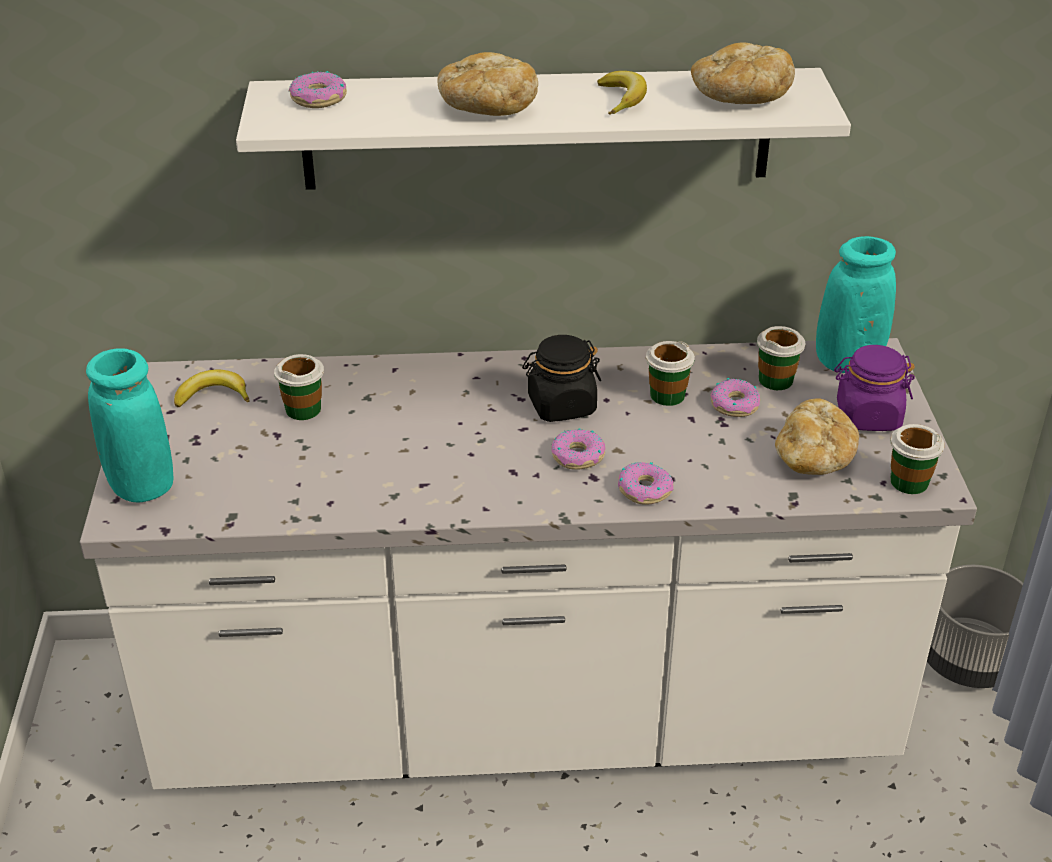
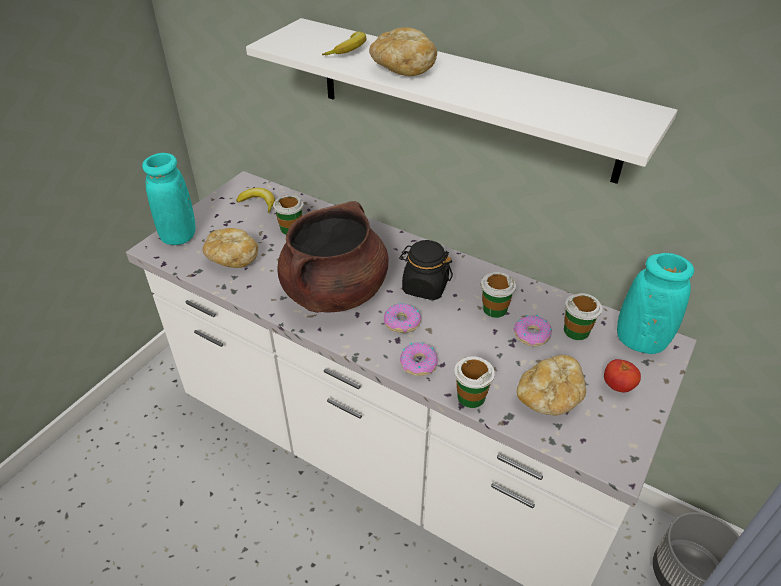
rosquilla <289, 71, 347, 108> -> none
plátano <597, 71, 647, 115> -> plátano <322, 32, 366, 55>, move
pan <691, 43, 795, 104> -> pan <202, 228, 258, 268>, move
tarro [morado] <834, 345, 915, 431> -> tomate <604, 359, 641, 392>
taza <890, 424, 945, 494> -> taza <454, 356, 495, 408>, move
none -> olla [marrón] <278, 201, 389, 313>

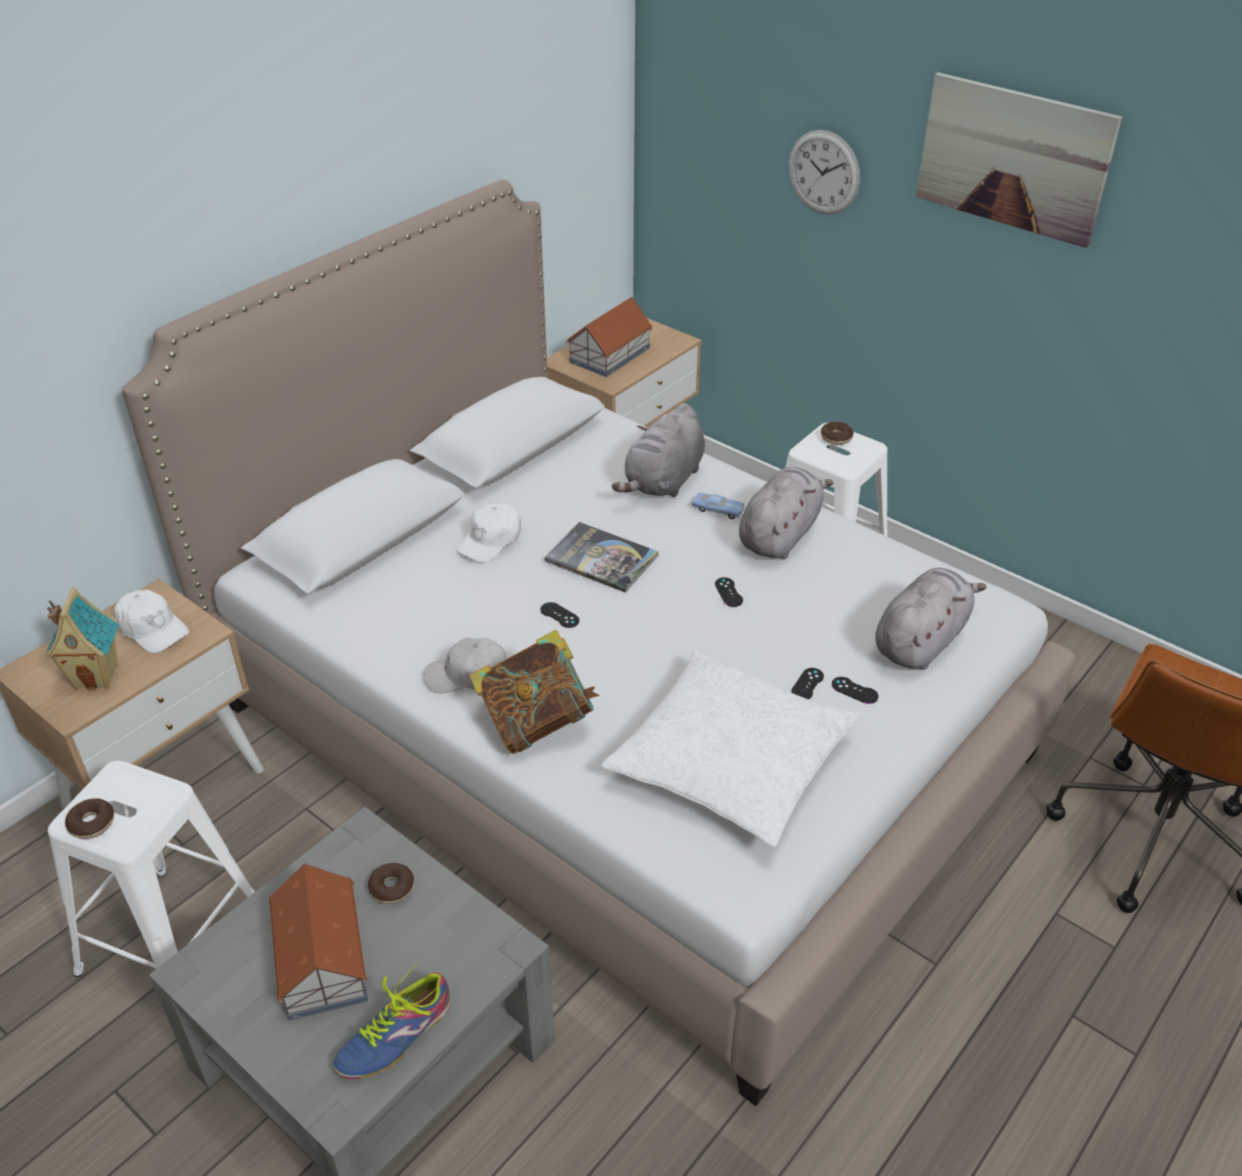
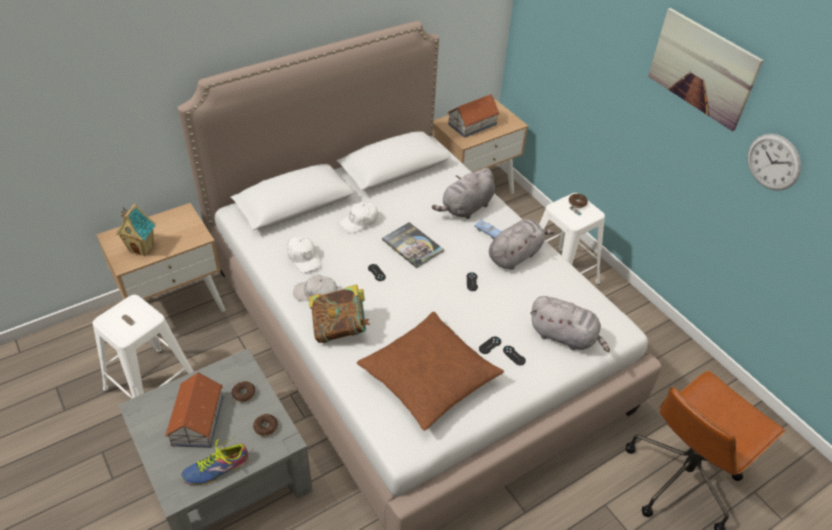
rosquilla <65, 799, 114, 839> -> rosquilla <253, 414, 278, 437>, move
gorra [blanco] <114, 590, 189, 653> -> gorra [blanco] <287, 236, 322, 273>, move
cojín [blanco] <601, 650, 860, 847> -> cojín [marrón] <357, 312, 504, 431>
reloj de pared <789, 130, 860, 214> -> reloj de pared <748, 133, 801, 191>, move
peluche [gris] <875, 568, 987, 670> -> peluche [gris] <531, 296, 610, 352>, 60 degrees clockwise

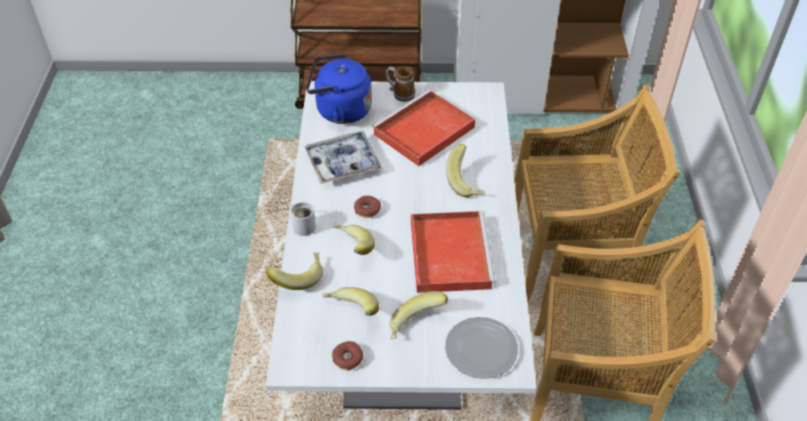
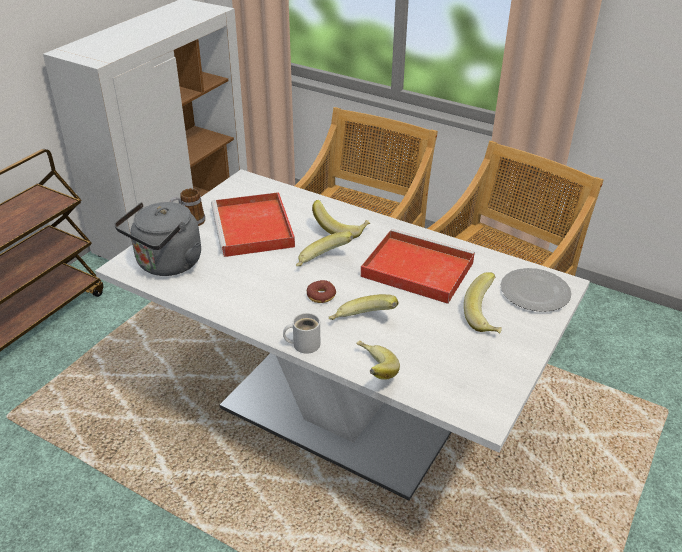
bandeja <305, 131, 382, 184> -> none
hervidor [azul] <306, 54, 372, 124> -> hervidor [gris] <114, 202, 201, 276>
plátano <322, 287, 379, 316> -> plátano <296, 231, 354, 266>, move
rosquilla <332, 341, 363, 370> -> none

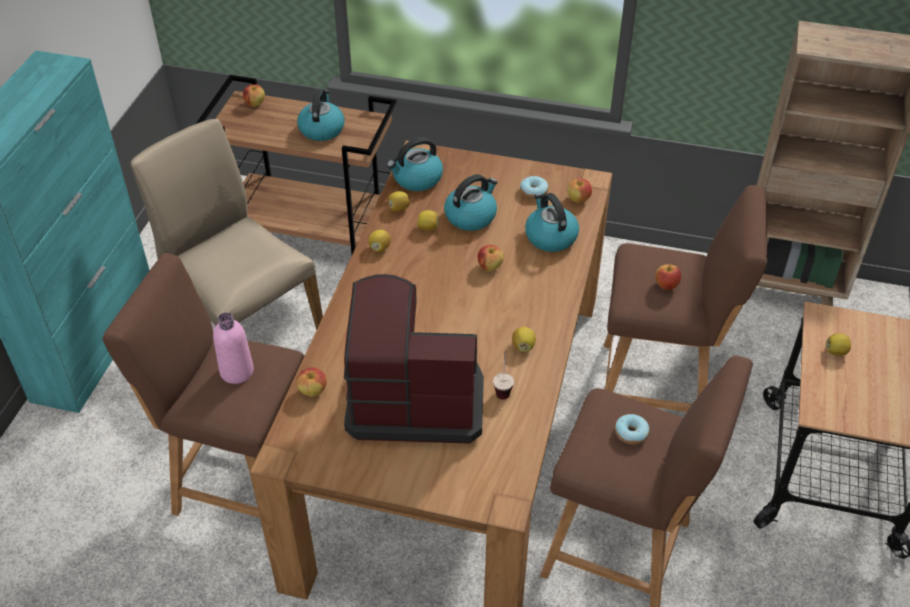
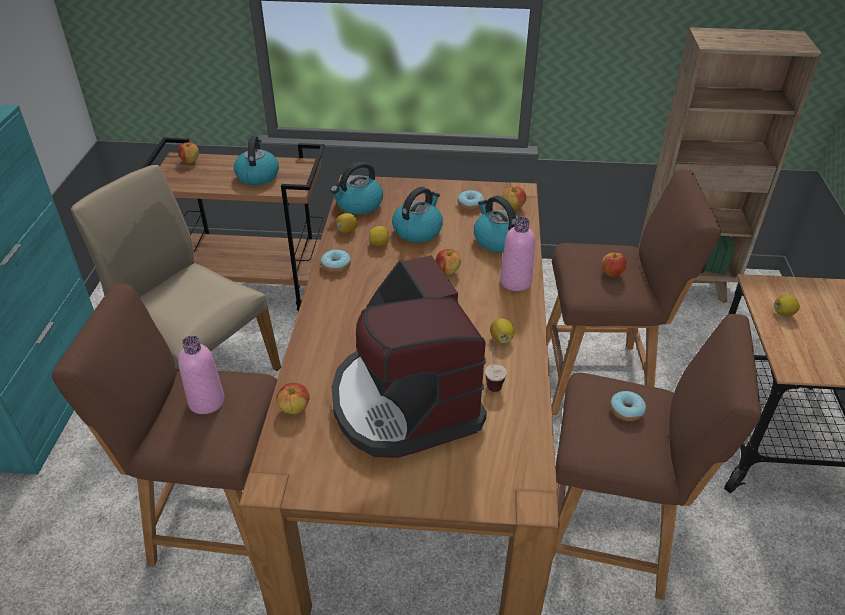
cafetera <344, 274, 484, 444> -> cafetera <332, 255, 487, 458>, 105 degrees counterclockwise
limón <368, 230, 391, 252> -> rosquilla <321, 249, 351, 273>
none -> botella [rosa] <500, 217, 535, 291>

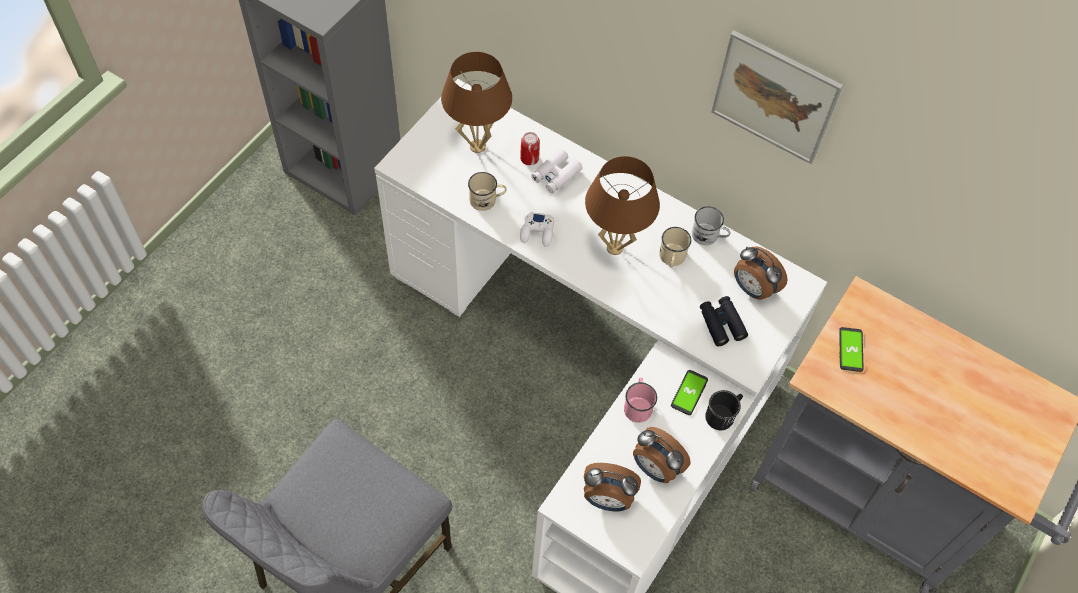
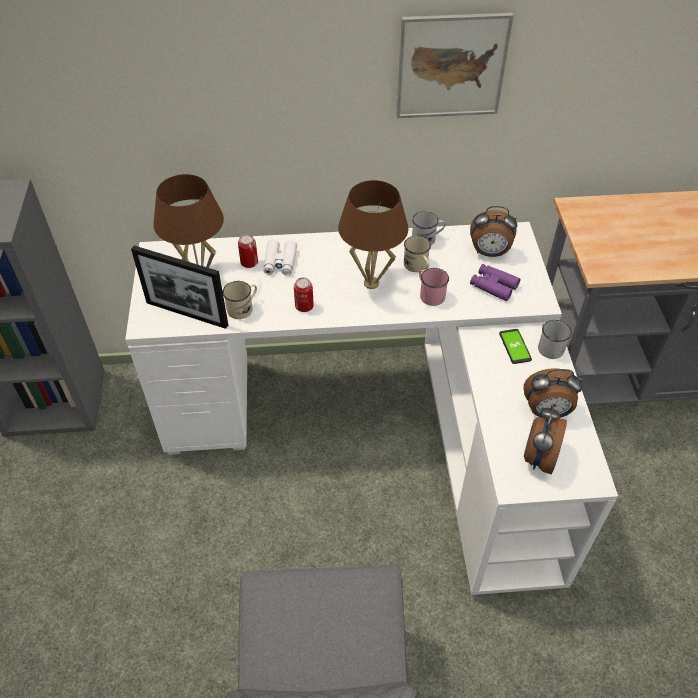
mando de consola [blanco] <520, 211, 554, 247> -> lata <294, 277, 314, 312>
despertador <584, 463, 641, 511> -> despertador <524, 405, 567, 474>, 135 degrees clockwise
taza grande [rosa] <624, 378, 657, 423> -> taza grande [rosa] <419, 268, 449, 306>, move
prismáticos [negro] <700, 296, 748, 346> -> prismáticos [morado] <470, 264, 520, 301>
taza grande [negro] <705, 390, 743, 430> -> taza grande [blanco] <538, 319, 572, 359>
móvil <839, 327, 864, 372> -> none
none -> portarretratos <131, 246, 228, 329>

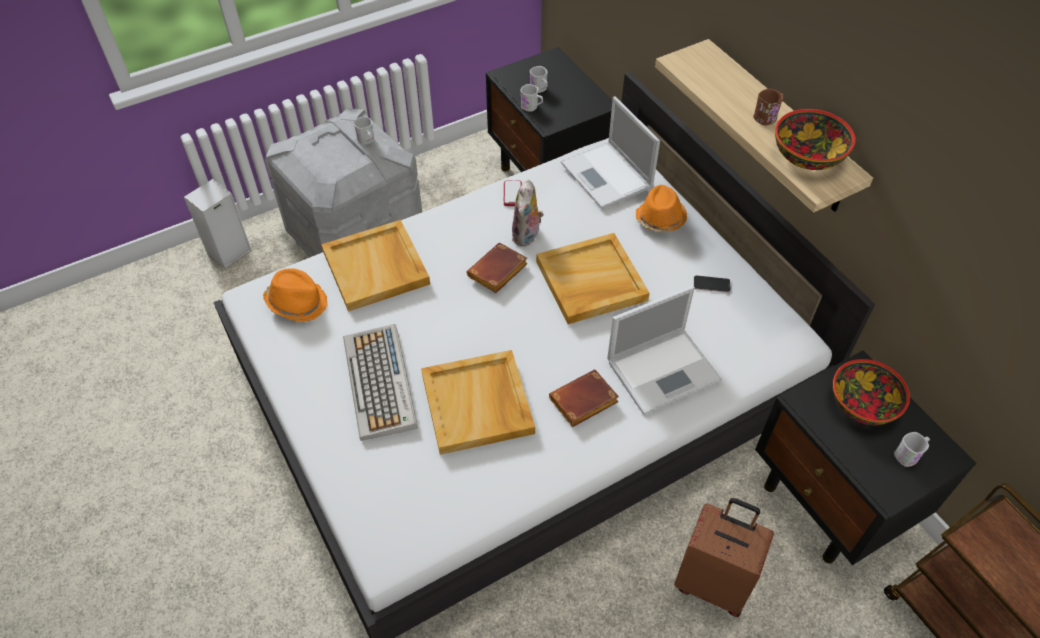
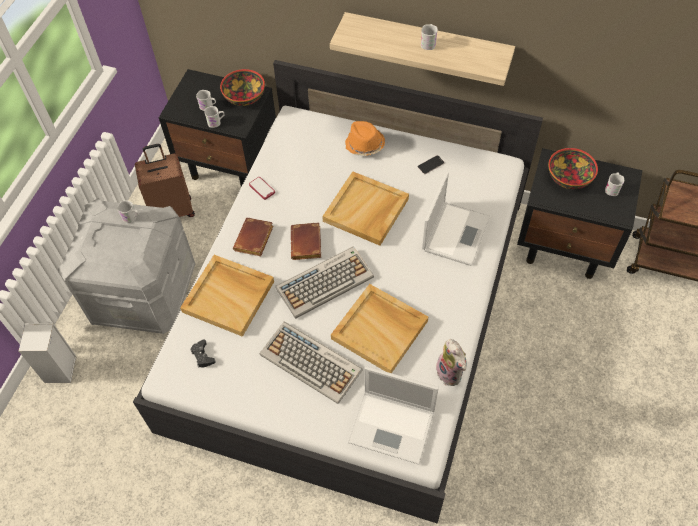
sombrero [naranja] <263, 268, 328, 322> -> mando de consola [negro] <190, 339, 216, 368>
peluche <512, 180, 544, 247> -> peluche <436, 339, 467, 386>, move
libro [marrón] <549, 369, 619, 427> -> libro [marrón] <233, 217, 273, 256>, move
portátil <561, 96, 660, 209> -> portátil <348, 366, 439, 465>, move
maleta [marrón] <674, 498, 774, 617> -> maleta [marrón] <135, 144, 195, 217>, move
taza grande [marrón] <753, 88, 784, 125> -> taza grande [blanco] <421, 24, 438, 50>
cuenco <775, 109, 856, 170> -> cuenco <220, 69, 265, 106>, move
none -> teclado <276, 246, 374, 319>

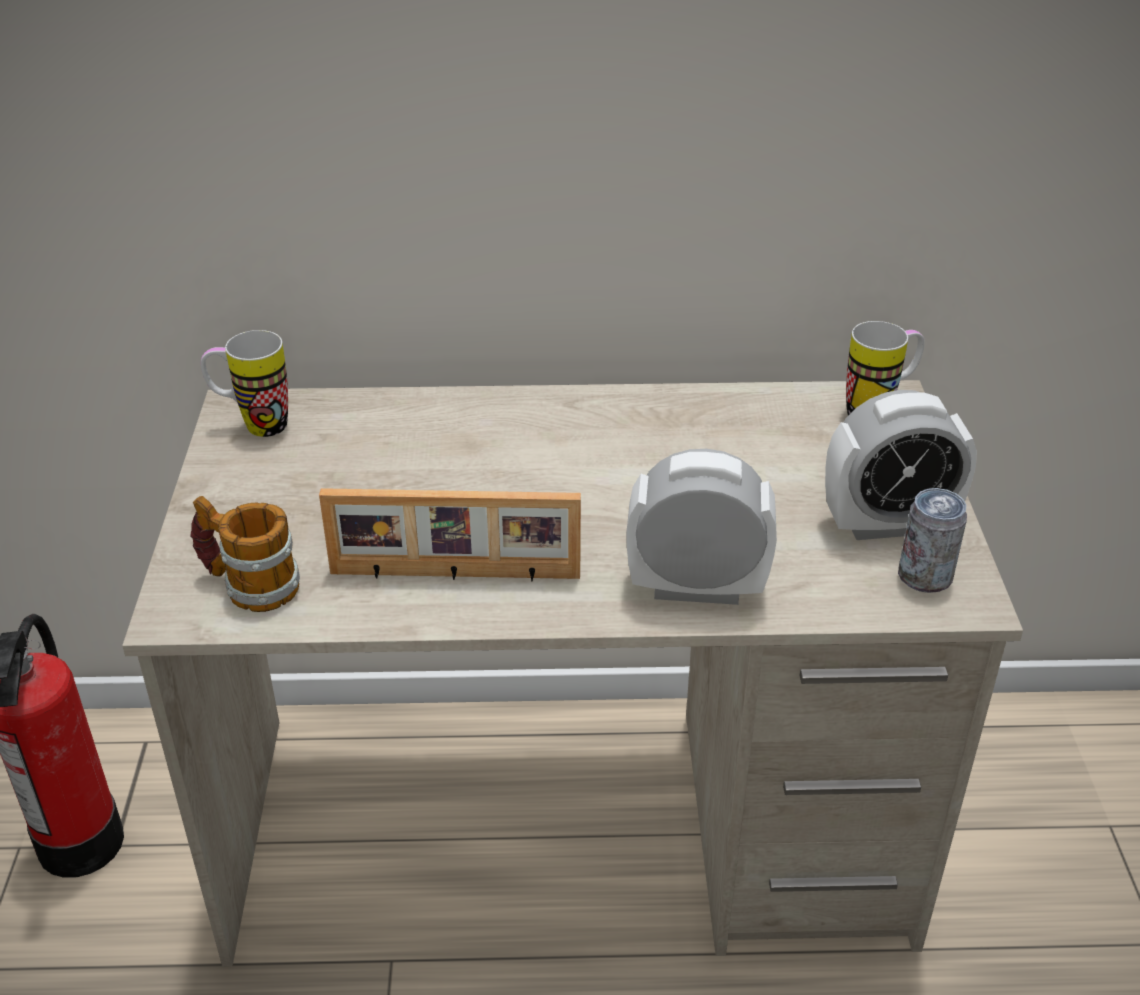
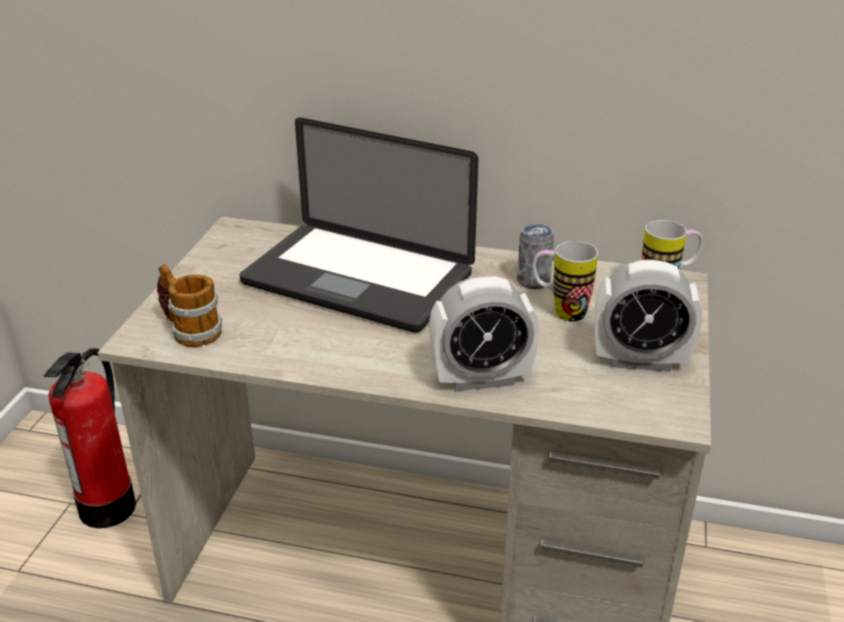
taza grande <201, 330, 288, 437> -> taza grande <533, 241, 598, 322>, move
portarretratos <319, 488, 581, 582> -> none
despertador <627, 449, 777, 605> -> despertador <429, 276, 539, 391>, 150 degrees clockwise
lata <898, 488, 967, 593> -> lata <517, 223, 554, 289>, move
none -> portátil <240, 118, 478, 333>

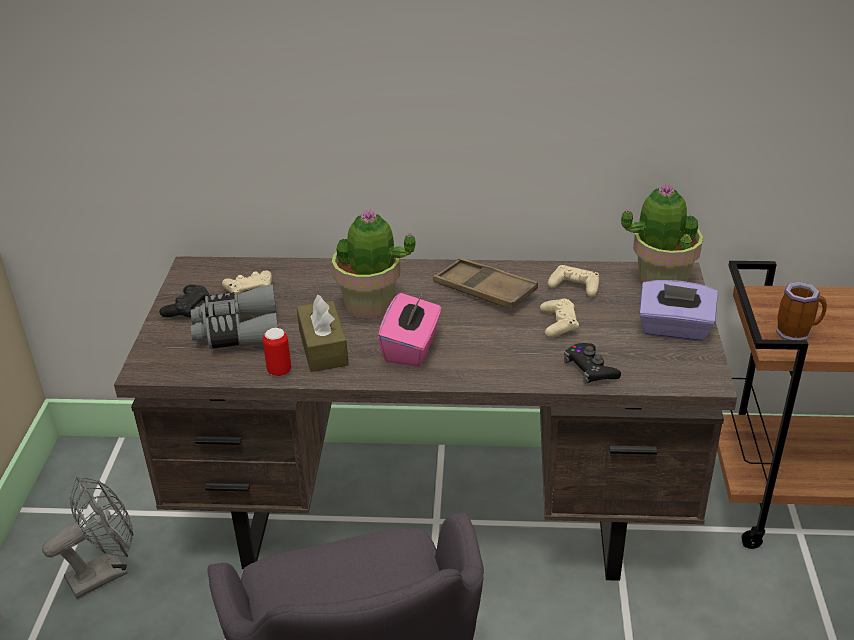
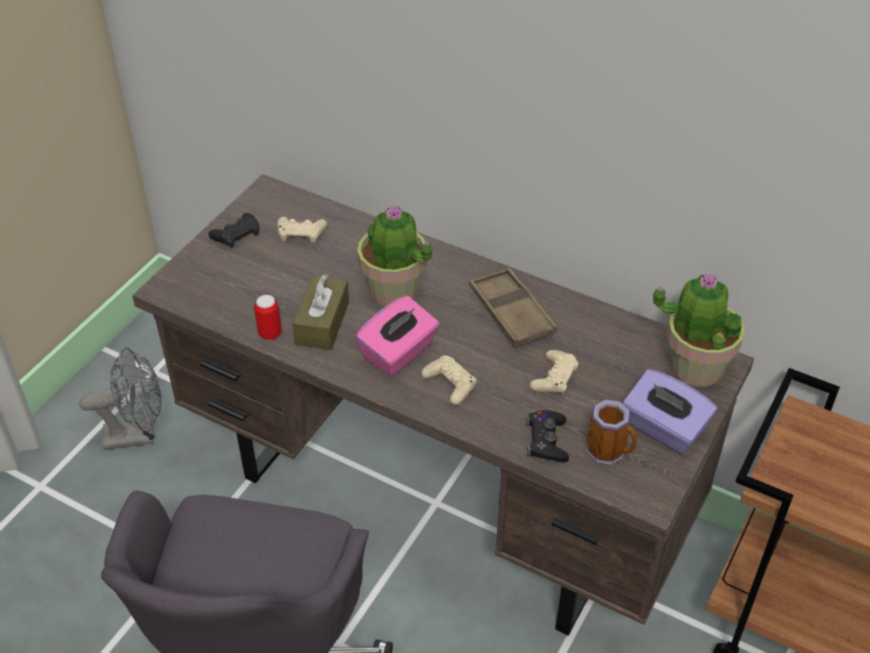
prismáticos [gris] <191, 285, 278, 349> -> none
mando de consola [beis] <548, 265, 599, 297> -> mando de consola [beis] <421, 356, 477, 405>, move
taza grande <776, 282, 827, 340> -> taza grande <587, 400, 637, 465>, move

